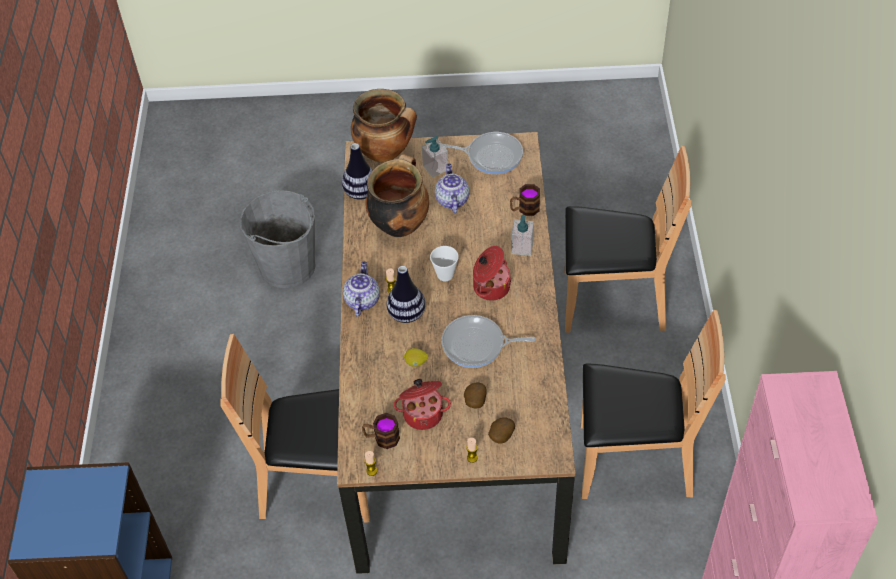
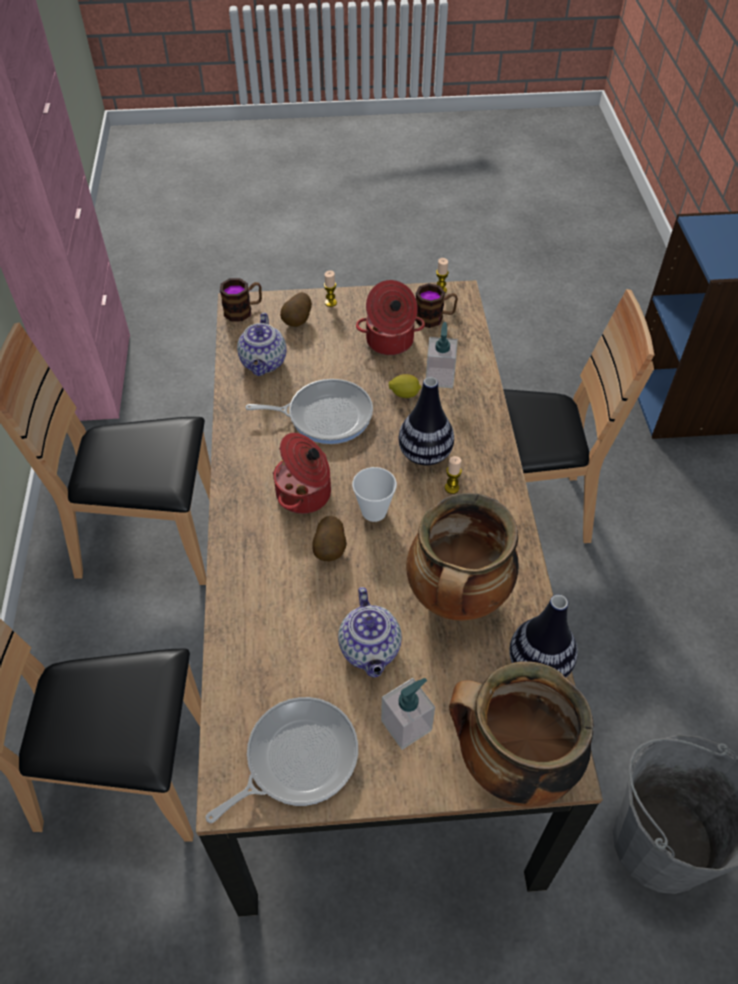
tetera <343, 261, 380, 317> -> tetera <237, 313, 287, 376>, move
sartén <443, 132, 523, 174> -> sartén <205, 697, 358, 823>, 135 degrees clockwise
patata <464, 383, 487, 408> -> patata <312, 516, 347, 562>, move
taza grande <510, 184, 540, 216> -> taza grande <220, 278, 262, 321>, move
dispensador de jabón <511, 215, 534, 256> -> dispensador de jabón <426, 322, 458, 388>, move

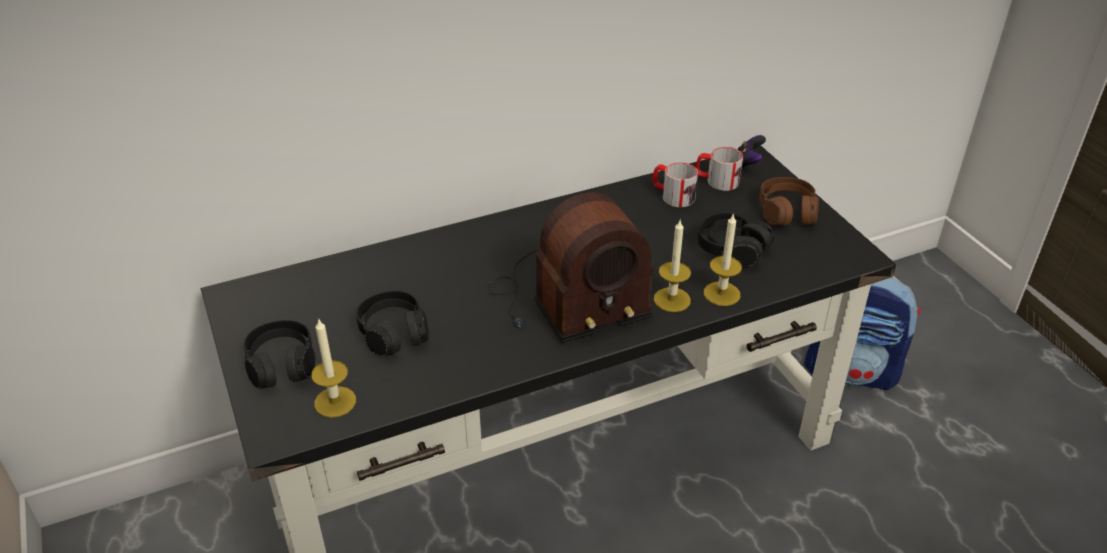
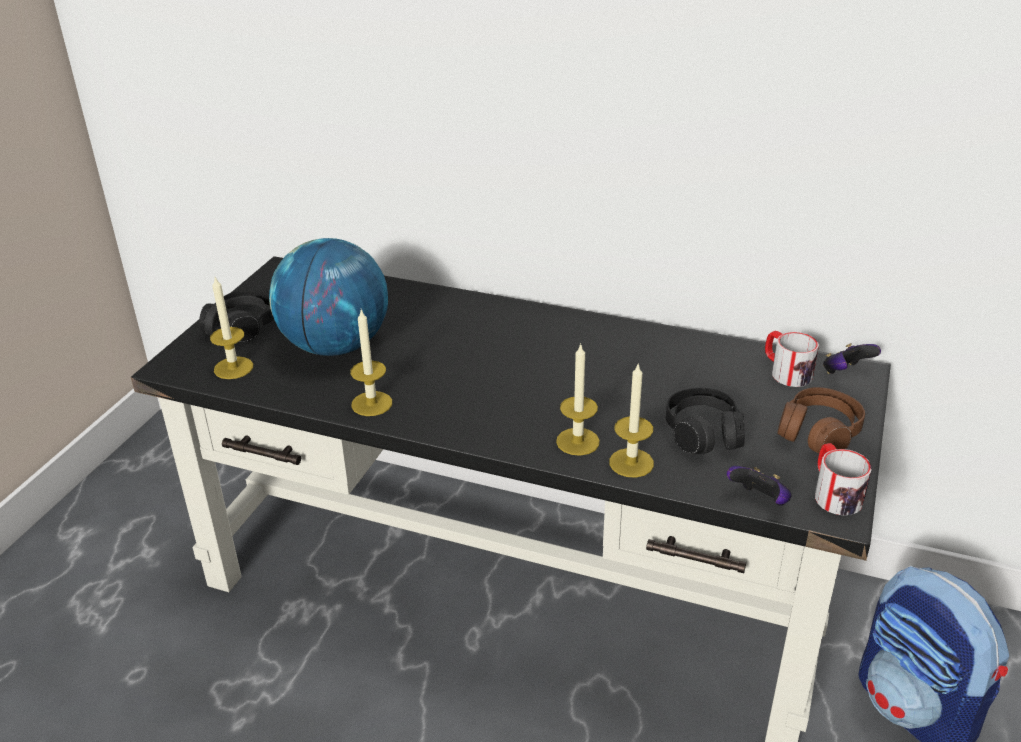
auriculares [negro] <356, 291, 429, 356> -> globo terráqueo <269, 238, 388, 356>
radio <488, 192, 654, 343> -> none
taza grande <653, 162, 698, 207> -> taza grande <815, 443, 872, 515>, move
none -> vela <350, 309, 392, 416>
none -> mando de consola <727, 466, 792, 506>

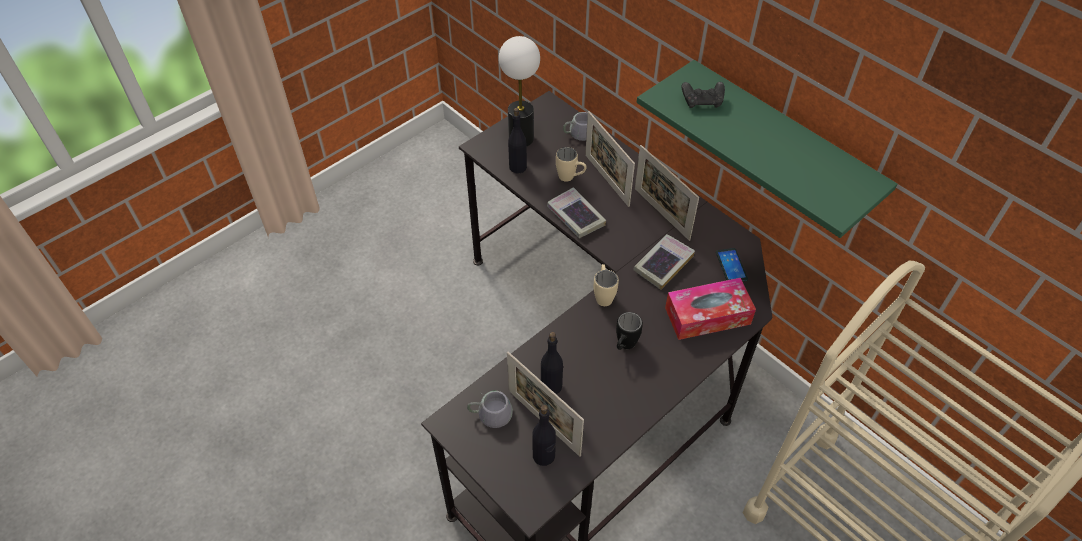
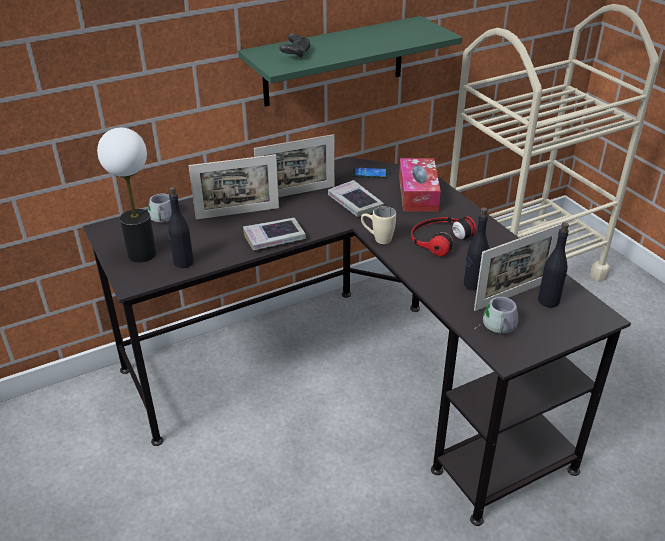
taza grande [beis] <556, 147, 586, 182> -> none
taza grande [negro] <616, 312, 643, 350> -> auriculares <411, 216, 477, 257>

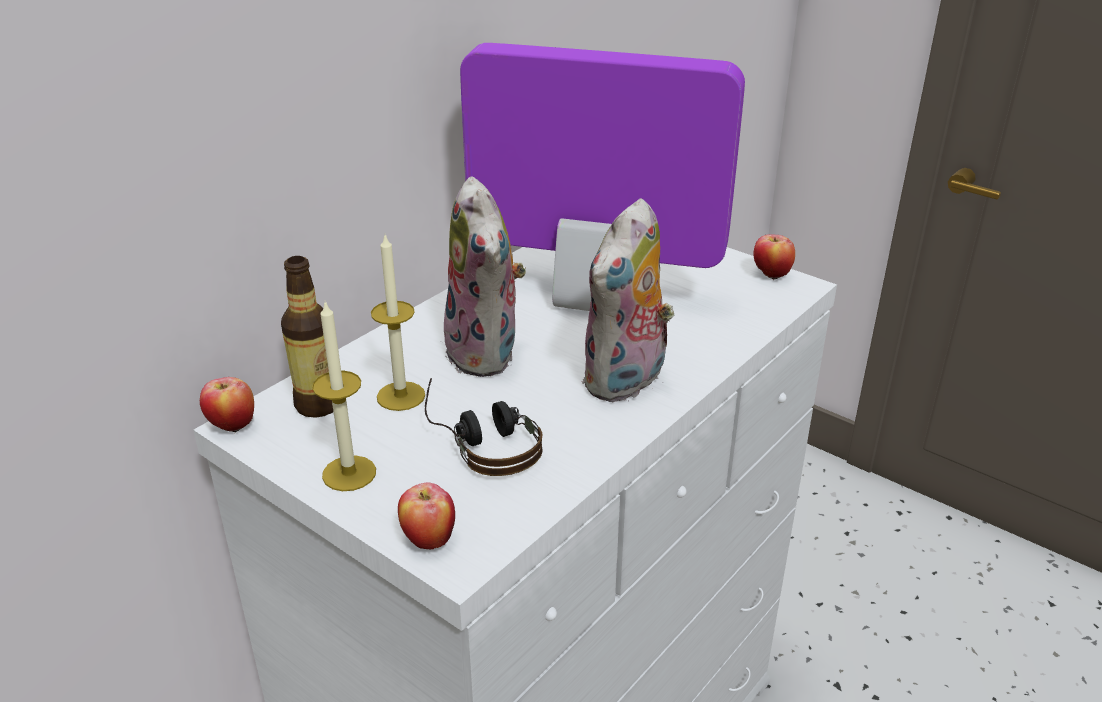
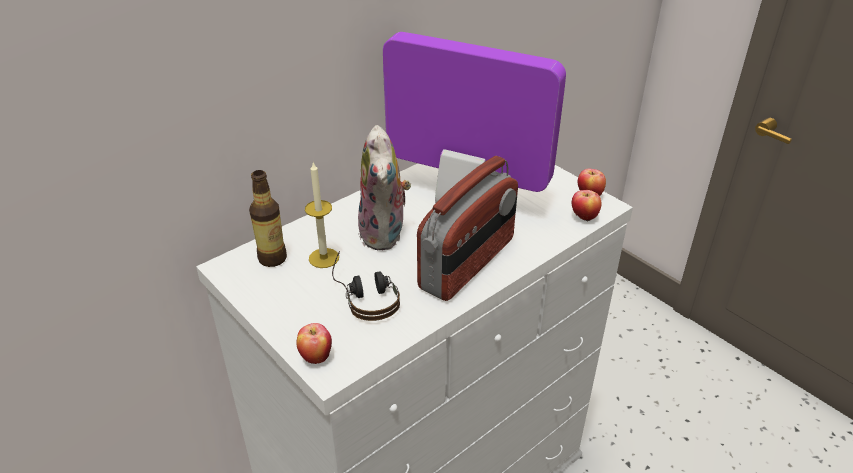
manzana <200, 377, 254, 433> -> manzana <572, 190, 601, 221>, move
vela <312, 301, 376, 491> -> none
peluche <582, 198, 674, 402> -> radio <417, 156, 518, 301>

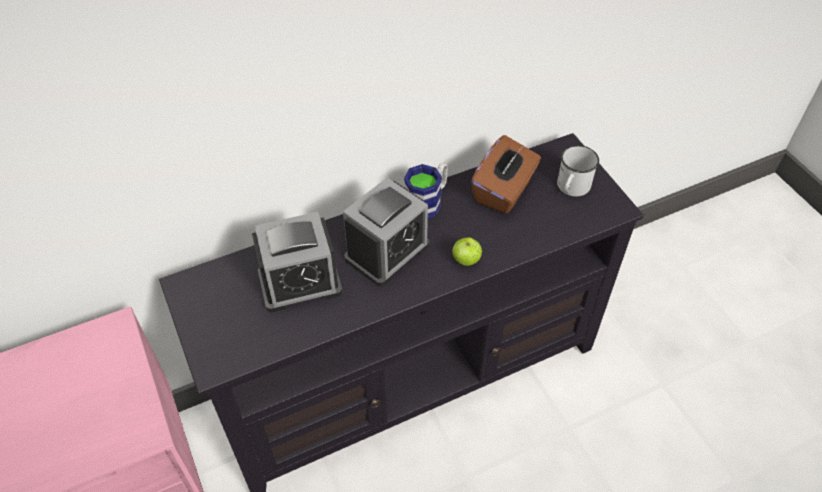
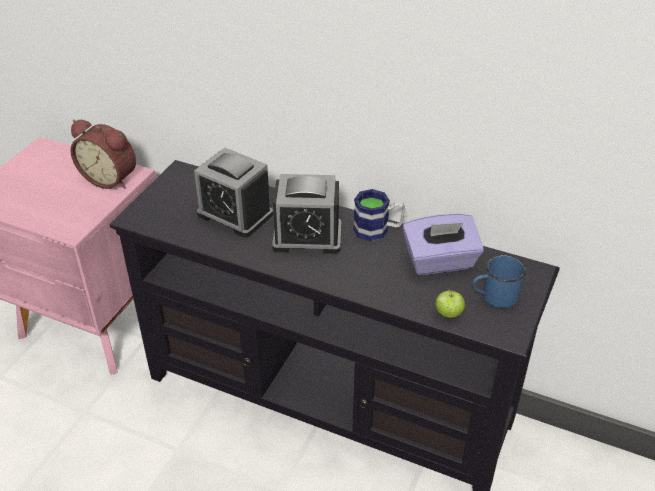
manzana <453, 237, 482, 266> -> manzana <435, 288, 465, 318>, move
caja de pañuelos [marrón] <471, 135, 541, 214> -> caja de pañuelos [morado] <402, 214, 484, 275>
taza grande [blanco] <557, 145, 599, 197> -> taza grande [azul] <472, 255, 526, 308>
none -> despertador <70, 120, 136, 189>

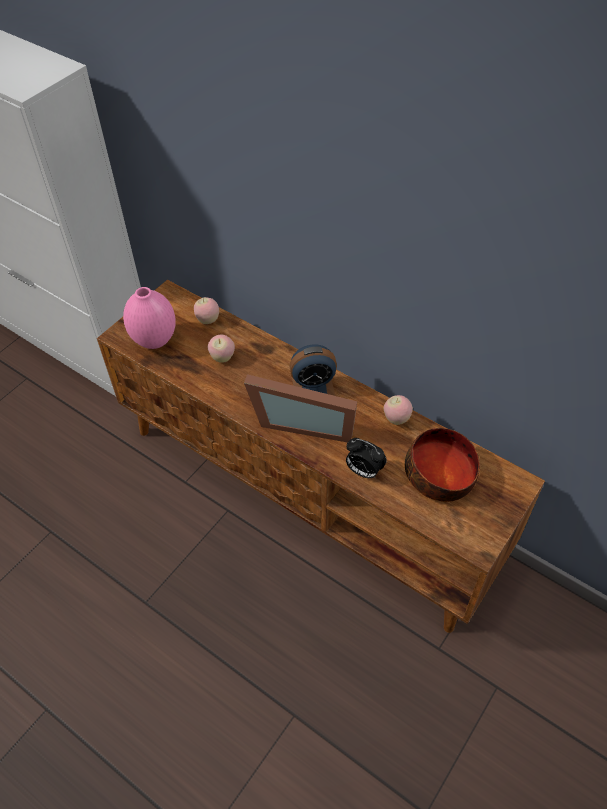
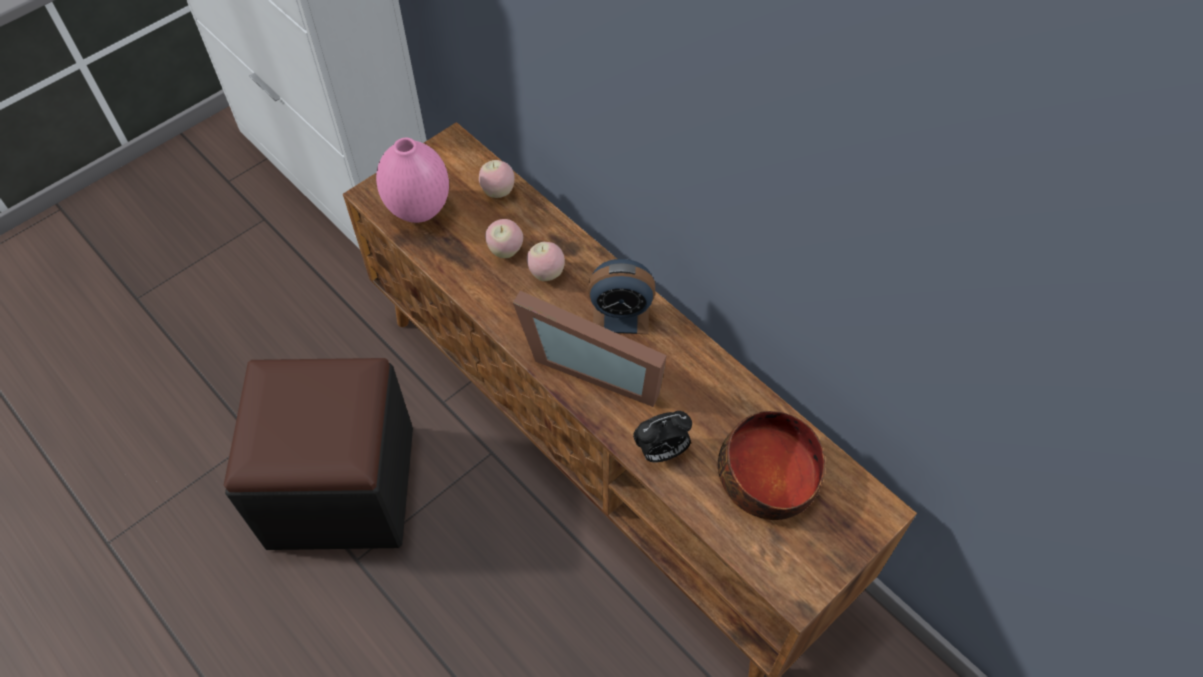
despertador <346, 438, 387, 479> -> despertador <633, 411, 692, 462>, 60 degrees counterclockwise
manzana <384, 395, 413, 425> -> manzana <527, 242, 565, 281>, move
none -> puf [negro] <224, 358, 413, 550>

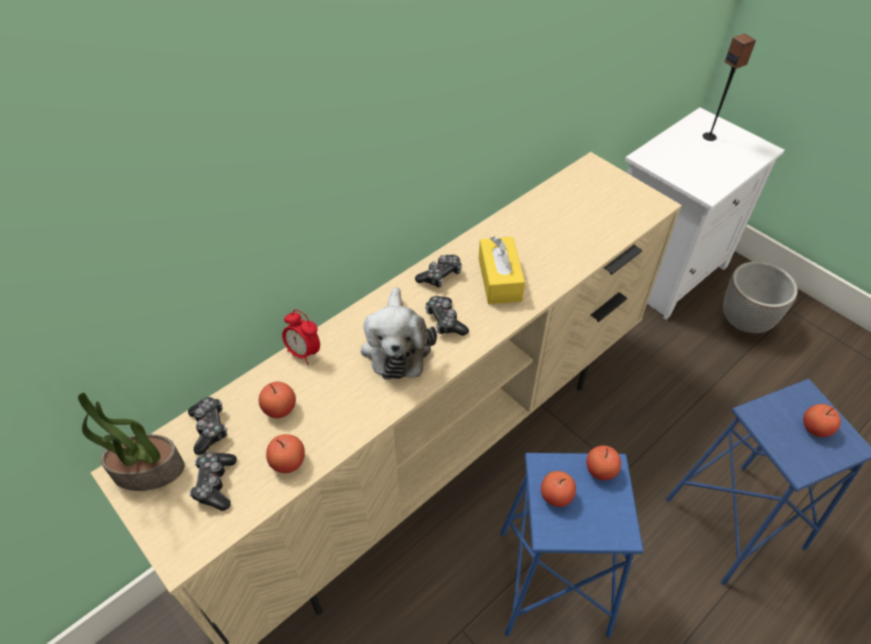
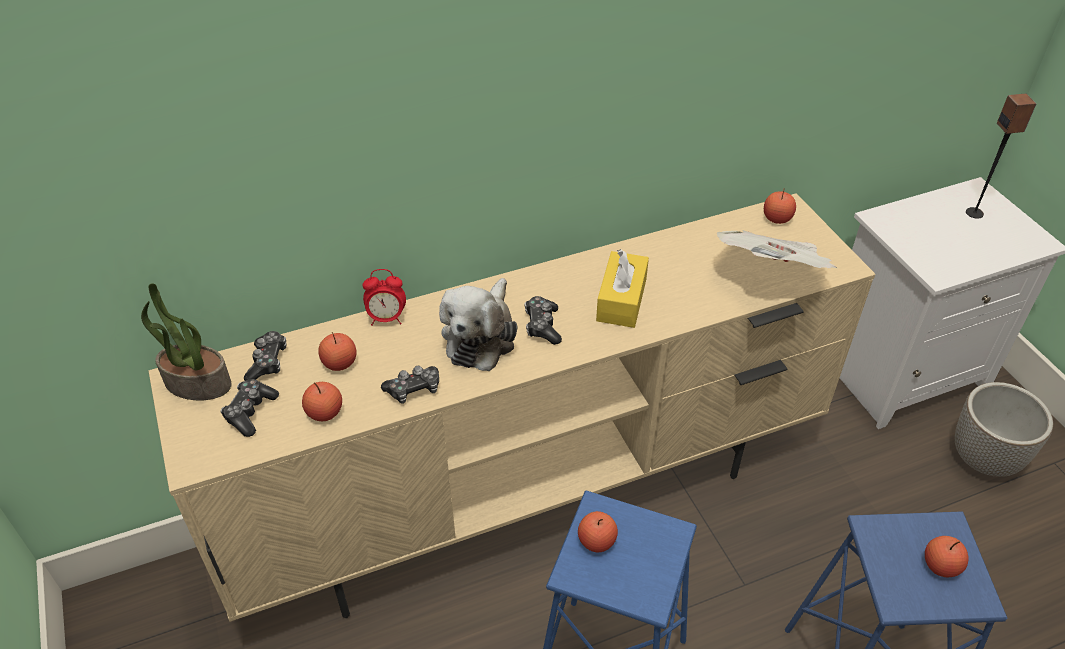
despertador <282, 310, 320, 365> -> despertador <363, 269, 406, 326>, 60 degrees counterclockwise
mando de consola <415, 255, 462, 288> -> mando de consola <381, 366, 439, 404>, move
manzana <586, 445, 621, 480> -> manzana <764, 188, 796, 224>, move
none -> periódico <717, 230, 837, 268>

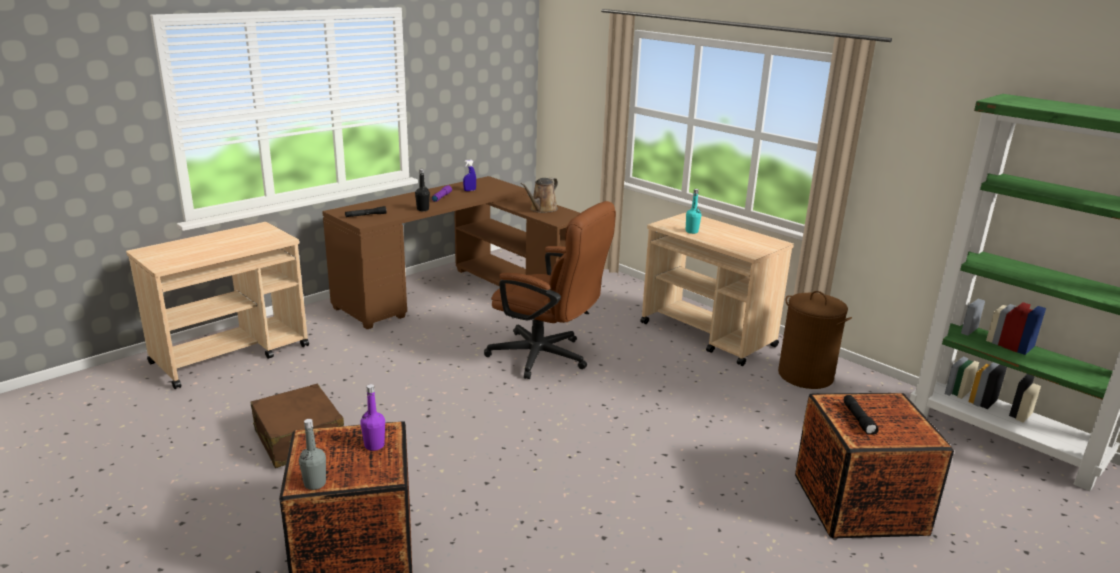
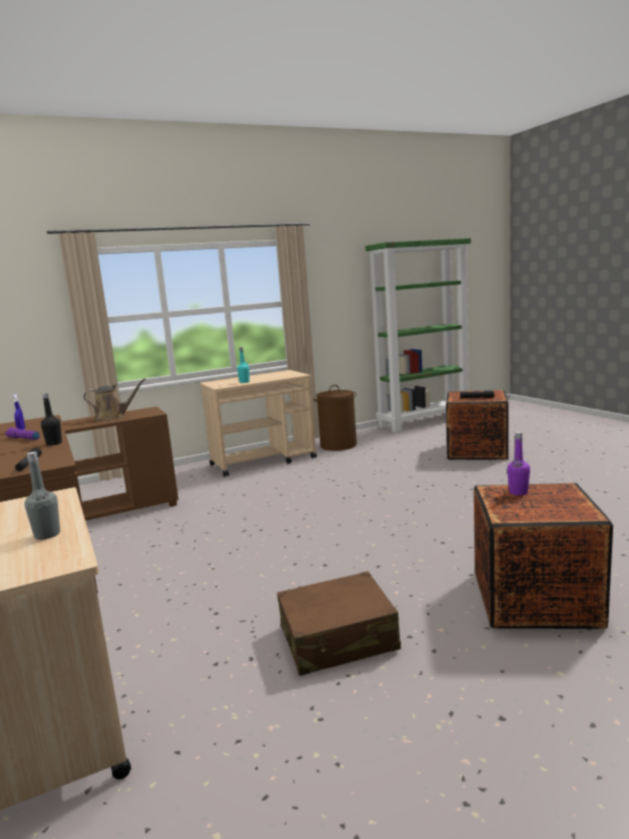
botella [gris] <299, 419, 326, 490> -> botella [gris] <25, 452, 60, 540>, move
silla de oficina [marrón] <484, 201, 616, 379> -> none
regadera [marrón] <521, 178, 558, 213> -> regadera [marrón] <83, 378, 146, 421>, 60 degrees counterclockwise

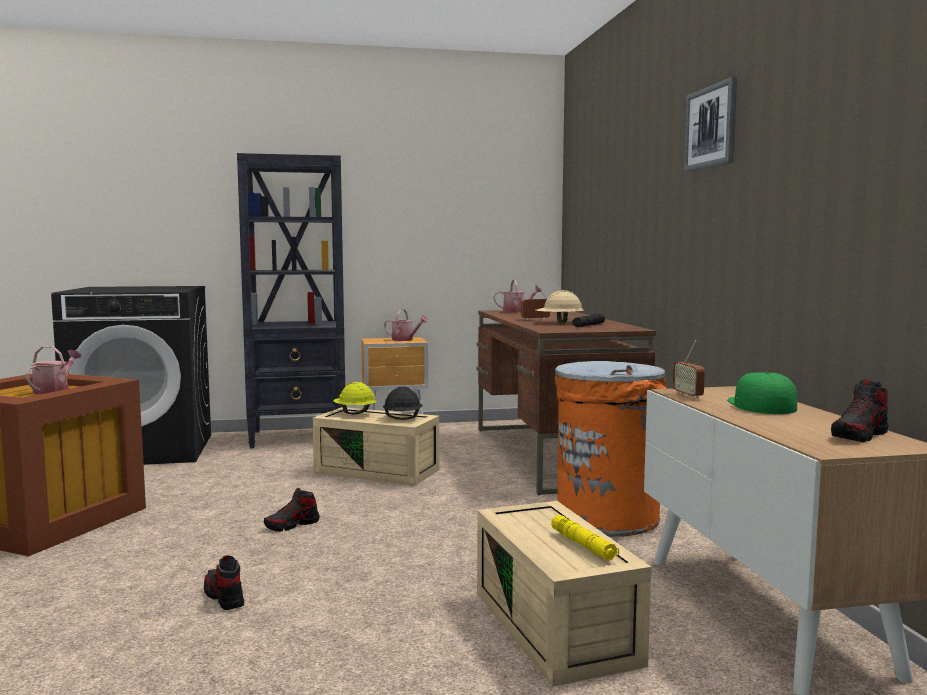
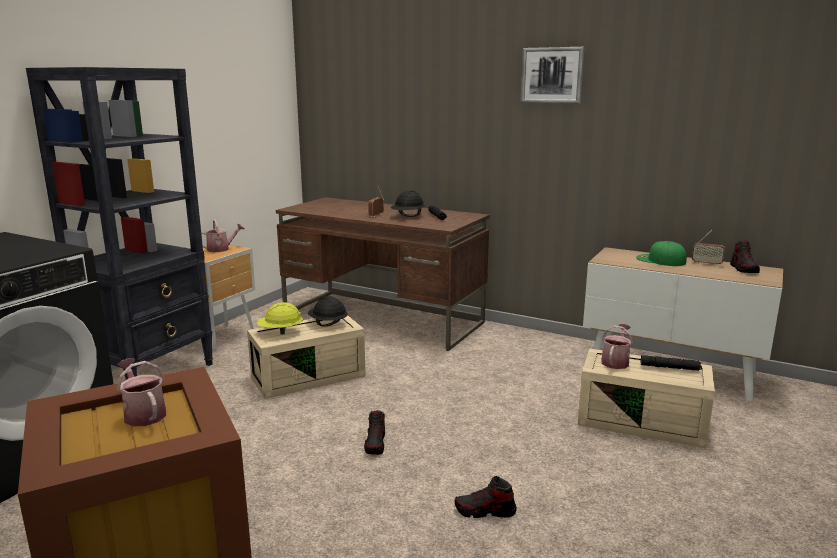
regadera <493, 280, 543, 312> -> regadera <601, 324, 633, 369>, move
casco [beis] <536, 290, 584, 323> -> casco [negro] <391, 190, 425, 217>
linterna [amarillo] <551, 515, 619, 561> -> linterna [negro] <641, 355, 702, 371>
papelera [naranja] <555, 361, 667, 537> -> none
radio <673, 340, 705, 399> -> radio <692, 229, 725, 266>, move

